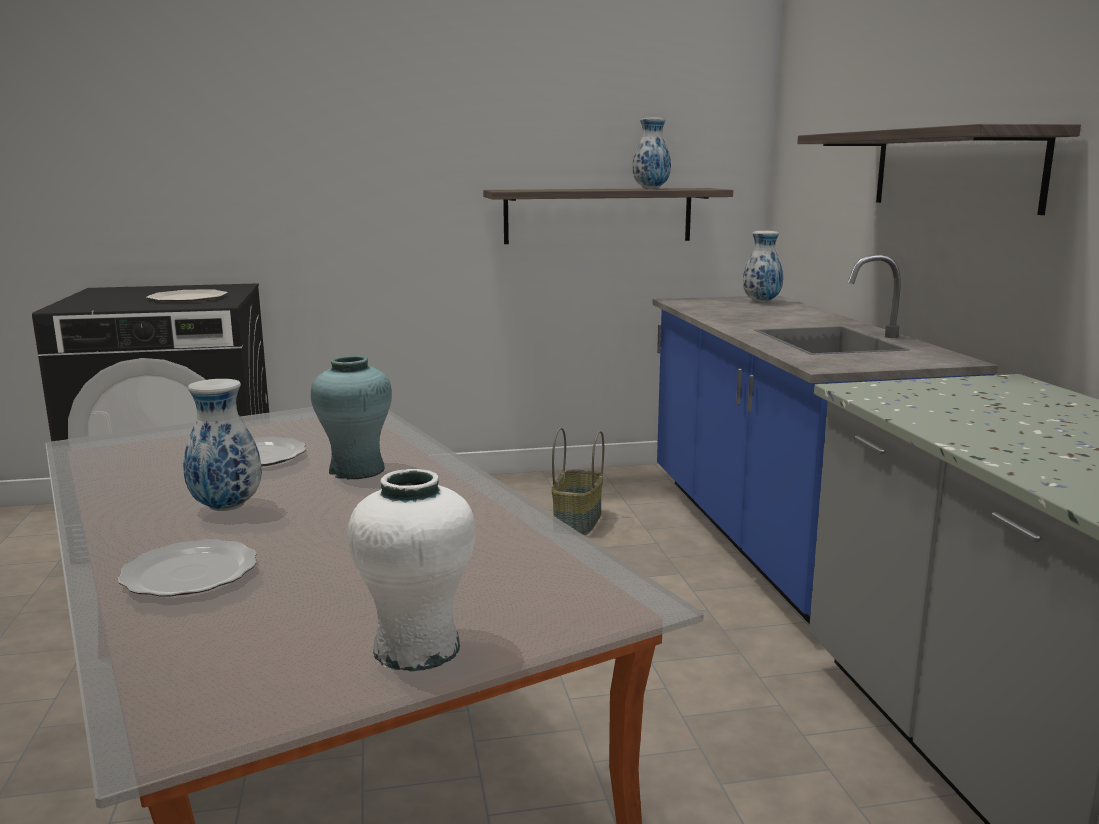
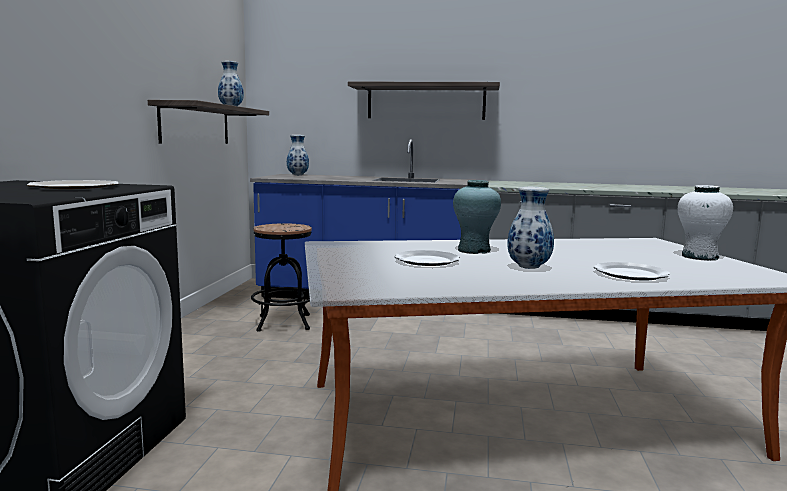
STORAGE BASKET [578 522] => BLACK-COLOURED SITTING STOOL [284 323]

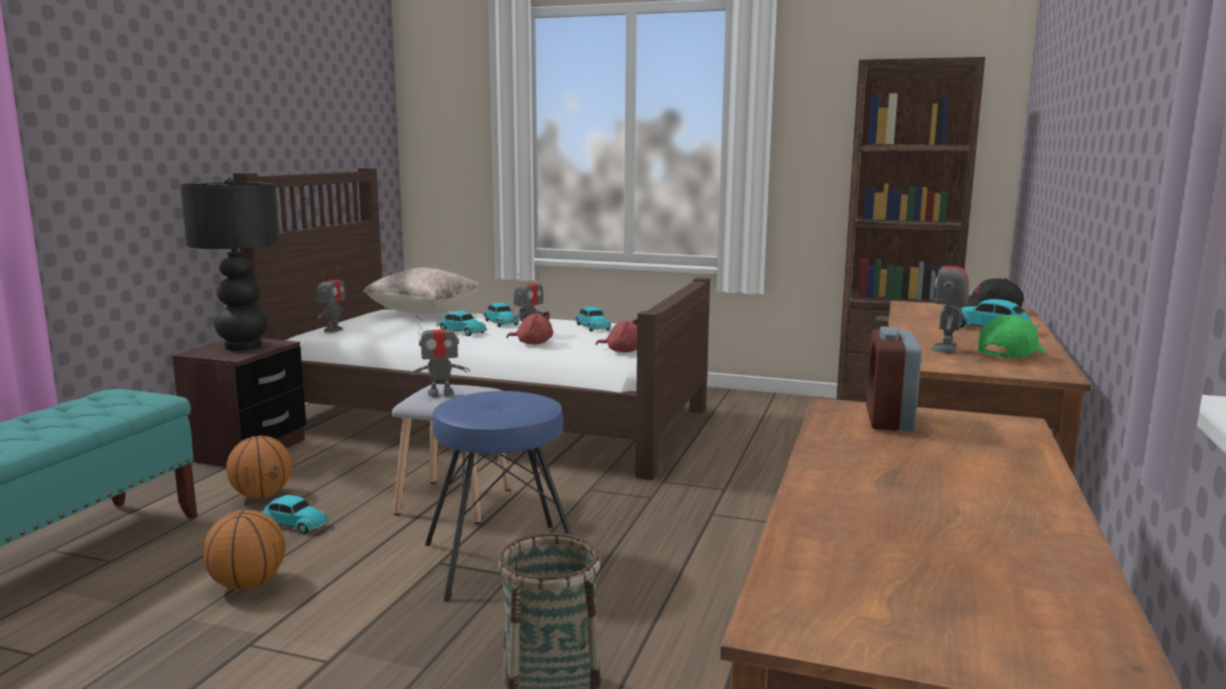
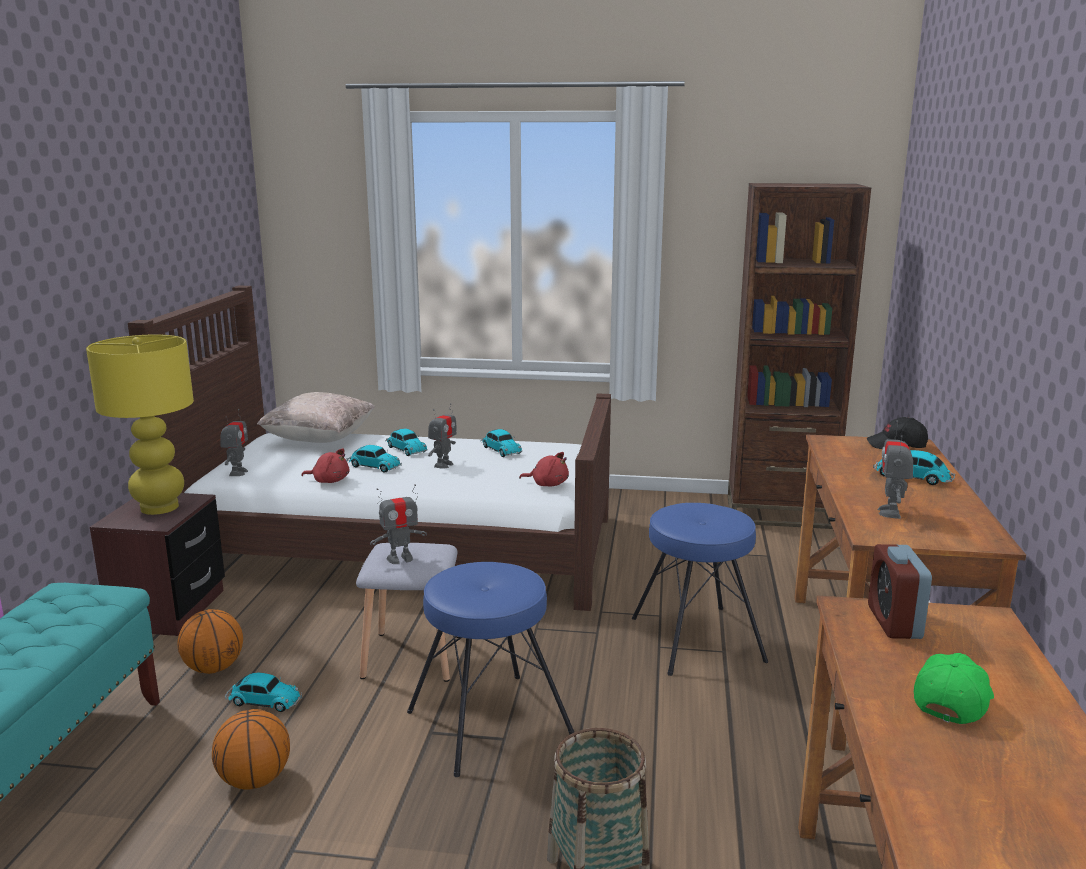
BLACK-COLOURED LAMP FOR A TABLE [243 346] => YELLOWISH LAMP FOR A TABLE [159 507]
REDDISH CUDDLY TOY [533 343] => REDDISH CUDDLY TOY [329 481], shifted
GREEN PEAKED CAP [1010 354] => GREEN PEAKED CAP [952 699], shifted
nothing => BLUE-COLOURED SITTING STOOL [695 639]

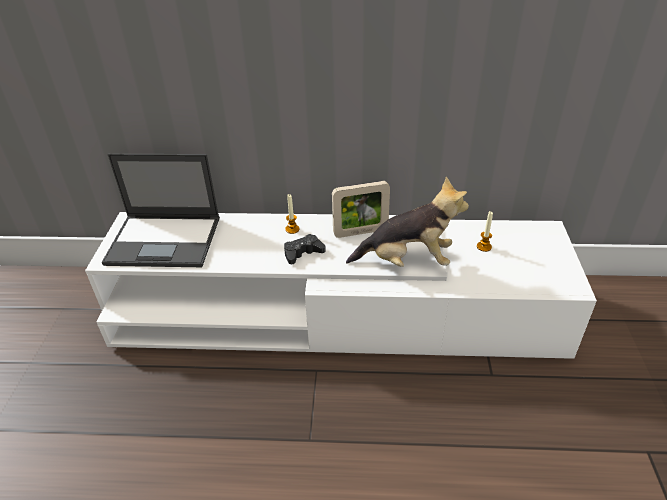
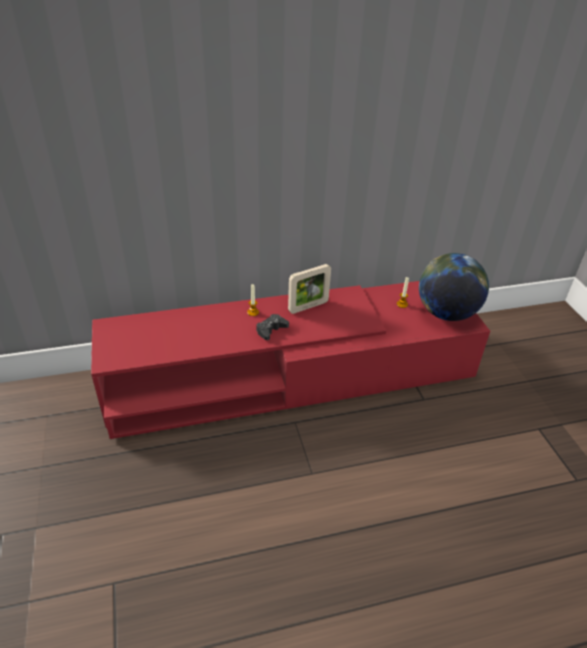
WHITE-COLOURED MEDIA CONSOLE [335 313] => REDDISH MEDIA CONSOLE [291 376]
LAPTOP [166 241] => nothing
CUDDLY TOY [407 261] => nothing
nothing => WORLD GLOBE [446 313]

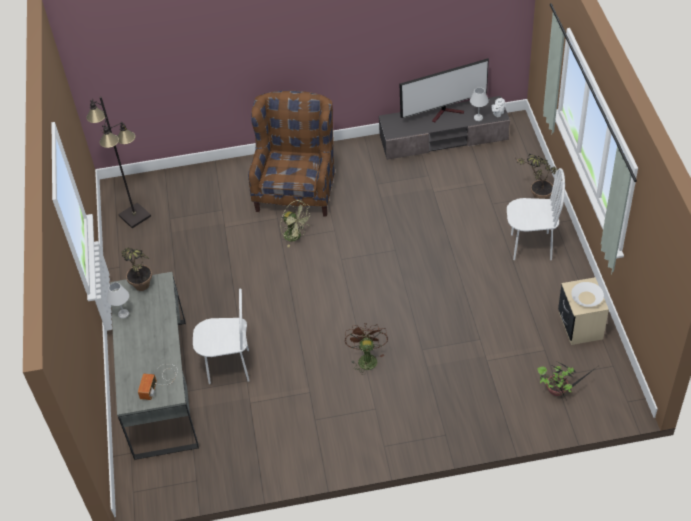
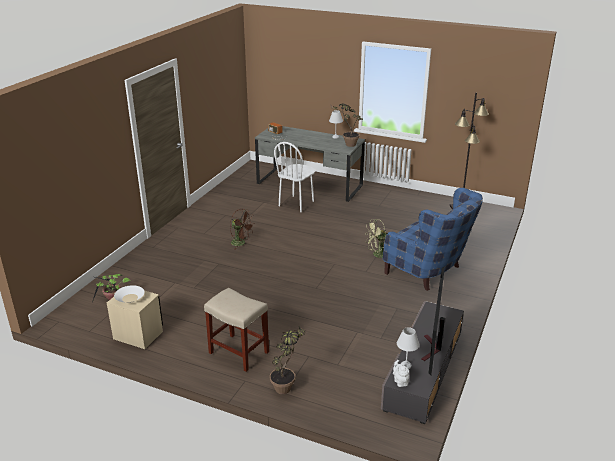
BROWN-COLOURED ARMCHAIR [297 188] => BLUE-COLOURED ARMCHAIR [429 272]
WHITE-COLOURED PLAIN CHAIR [531 246] => BEIGE-COLOURED SITTING STOOL [238 352]

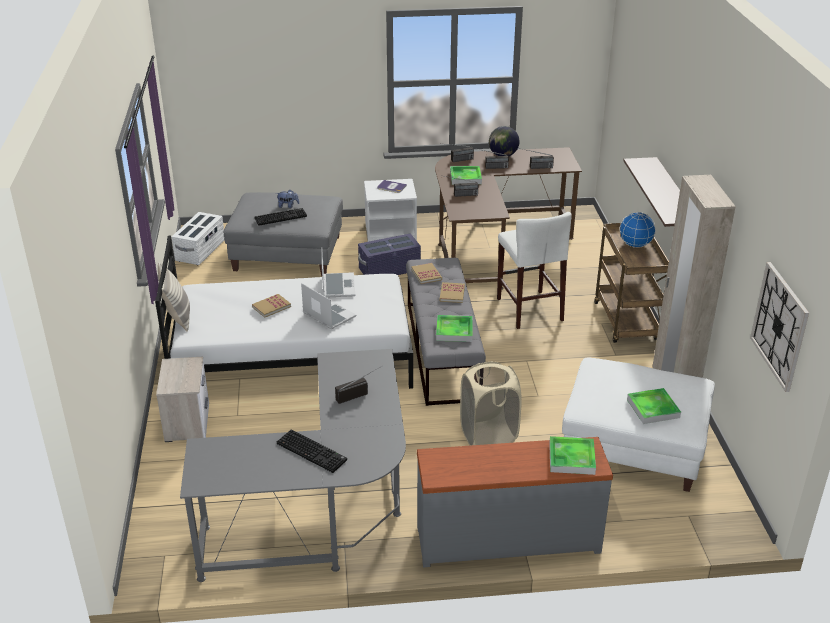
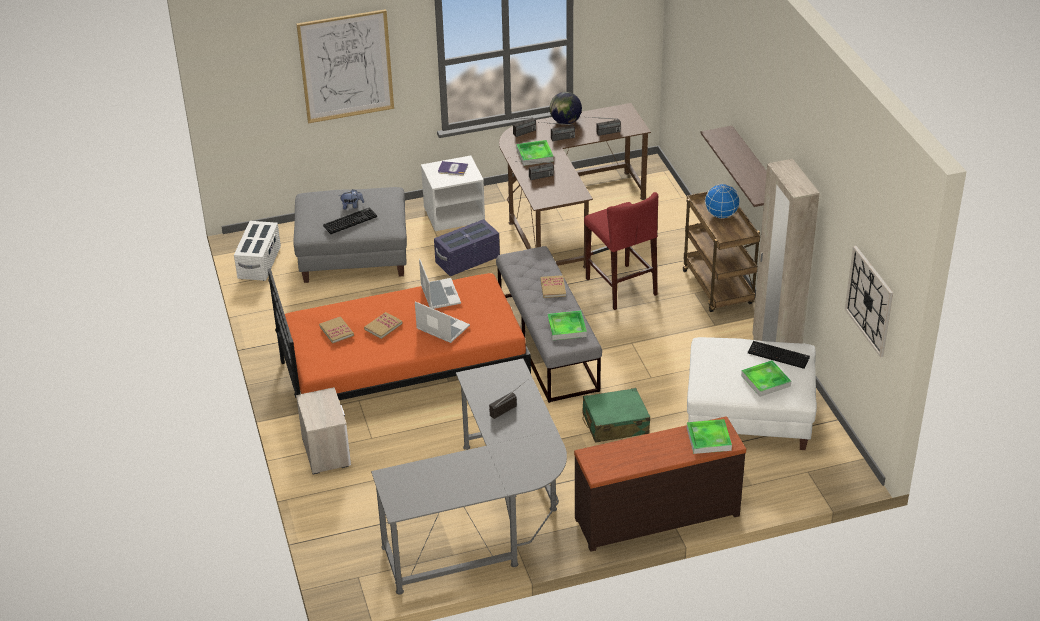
WHITE-COLOURED SLEEPING BED [293 359] => ORANGE-COLOURED SLEEPING BED [403 372]
THROW PILLOW [178 318] => nothing
PC KEYBOARD [313 451] => PC KEYBOARD [779 355], shifted
VOLUME [426 275] => VOLUME [336 331], shifted
GRAY DRAWER CHEST [507 538] => BROWN-COLOURED DRAWER CHEST [656 515]
BEIGE-COLOURED LAUNDRY BASKET [488 436] => GREEN TRAVEL CASE [615 424]
WHITE-COLOURED SITTING STOOL [529 309] => REDDISH SITTING STOOL [621 286]
nothing => WALL PICTURE [346 66]

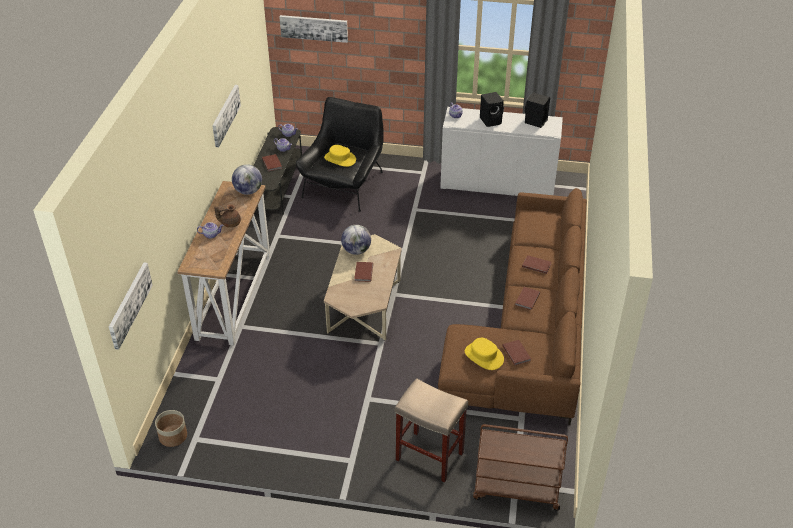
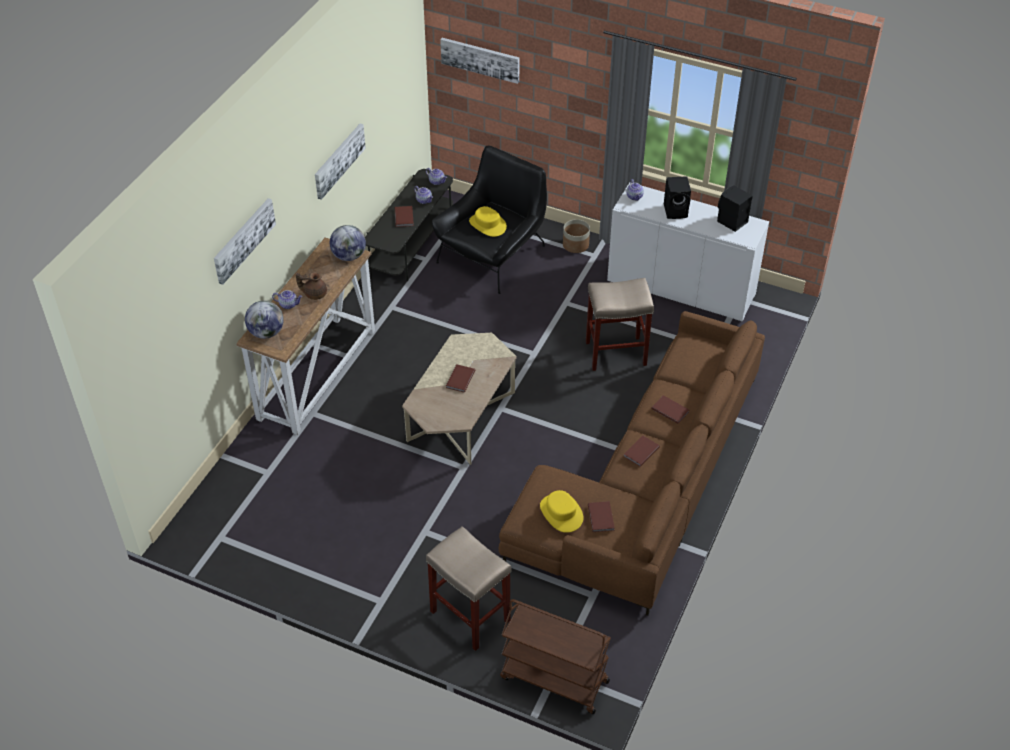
WALL PICTURE [129 304] => WALL PICTURE [243 240], shifted
PLANT POT [173 436] => PLANT POT [575 245], shifted
WORLD GLOBE [356 250] => WORLD GLOBE [266 333], shifted
nothing => BEIGE-COLOURED SITTING STOOL [615 354]

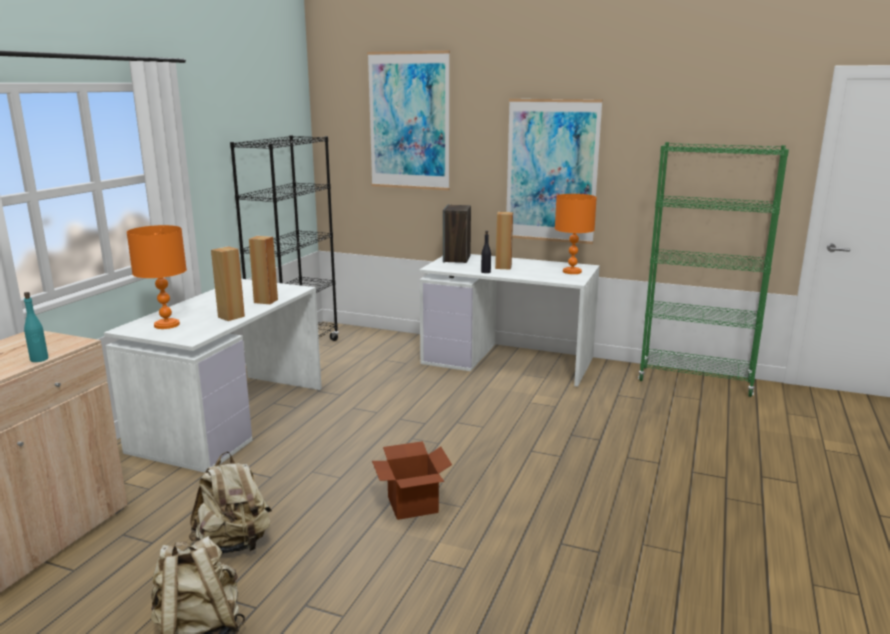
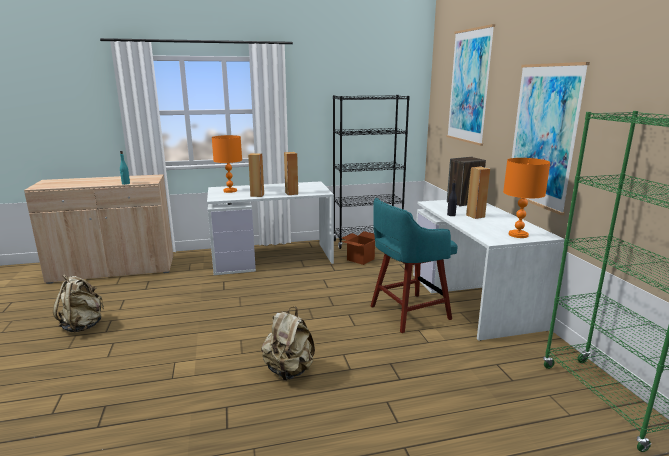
BEIGE-COLOURED BACKPACK [234 544] => BEIGE-COLOURED BACKPACK [289 371], shifted
CARTON [413 505] => CARTON [360 259], shifted
nothing => BLUE-GREEN SITTING STOOL [407 313]

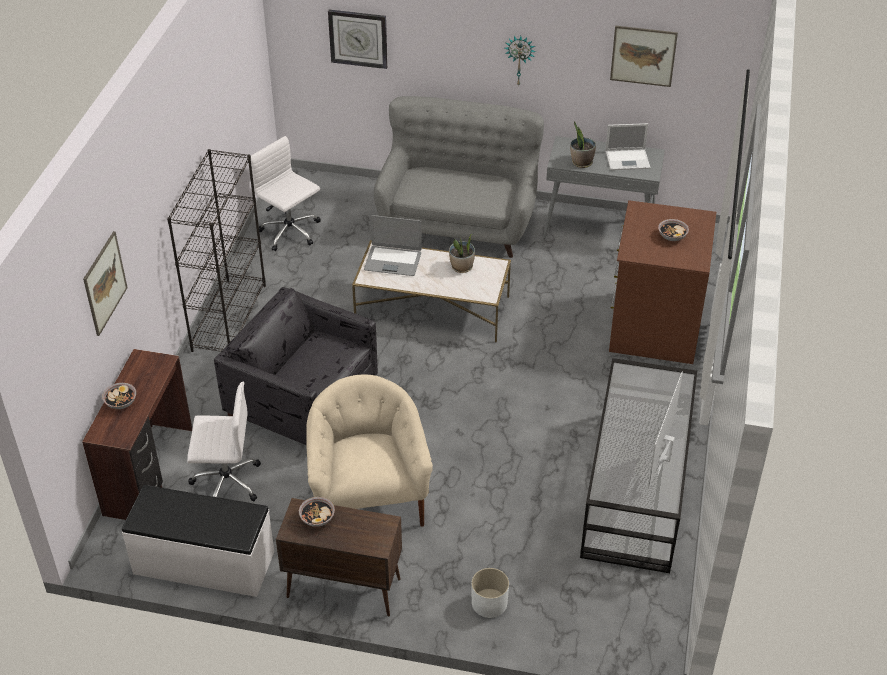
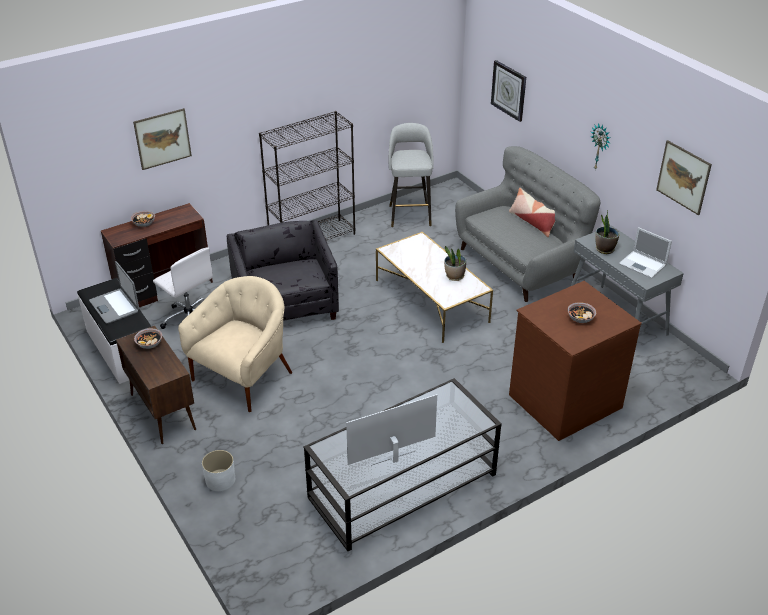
WHITE-COLOURED COMPUTER CHAIR [290 232] => GRAY SITTING STOOL [410 214]
LAPTOP [393 261] => LAPTOP [115 306], shifted
nothing => THROW PILLOW [532 222]

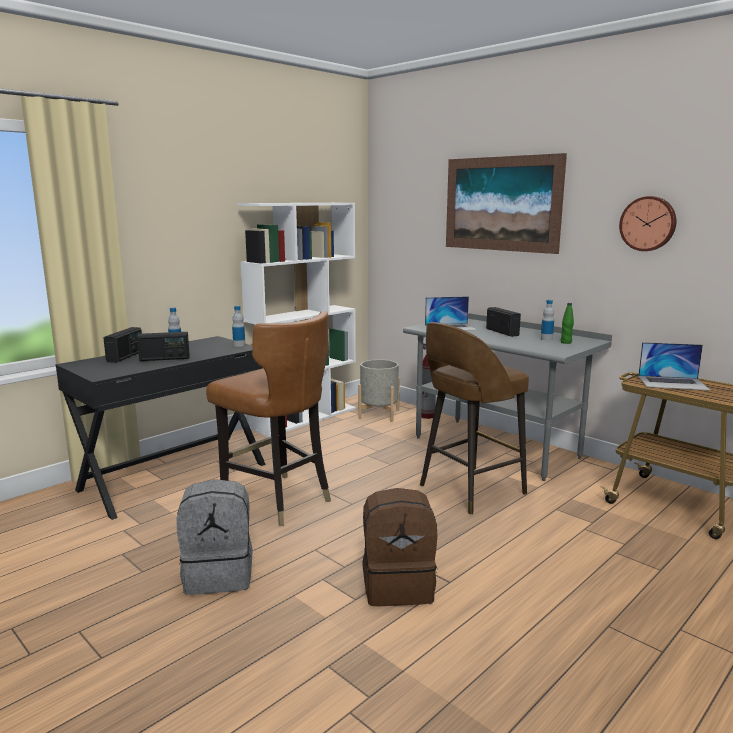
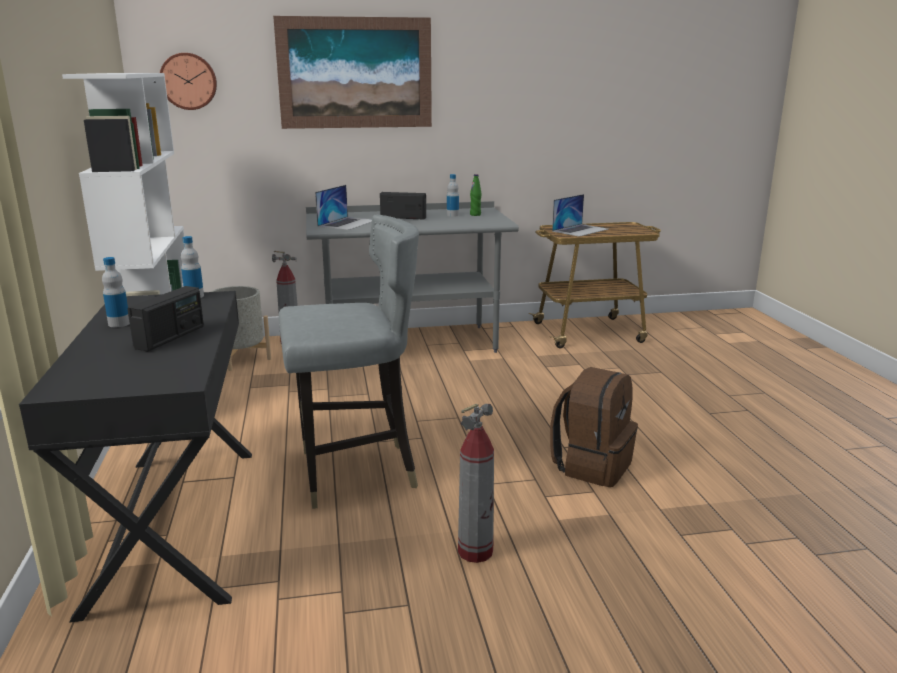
RADIO RECEIVER [125 356] => nothing
GRAY BACKPACK [219 575] => FIRE-FIGHTING CYLINDER [475 551]
BROWN-COLOURED PLAIN CHAIR [277 500] => GRAY PLAIN CHAIR [355 473]
BROWN-COLOURED SITTING STOOL [469 490] => nothing
HANGING CLOCK [648 223] => HANGING CLOCK [188 81], shifted

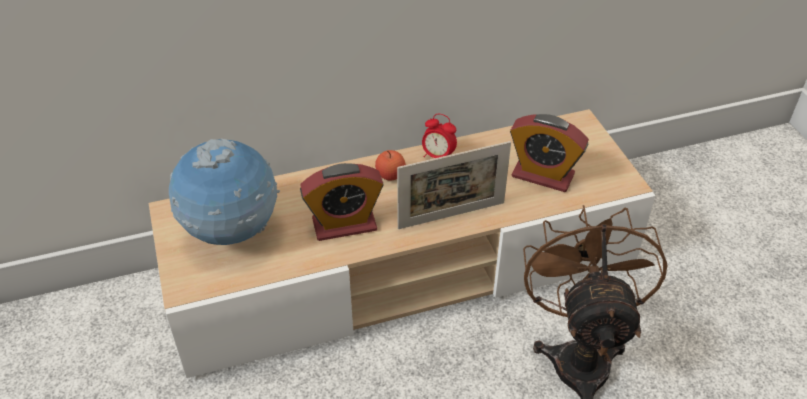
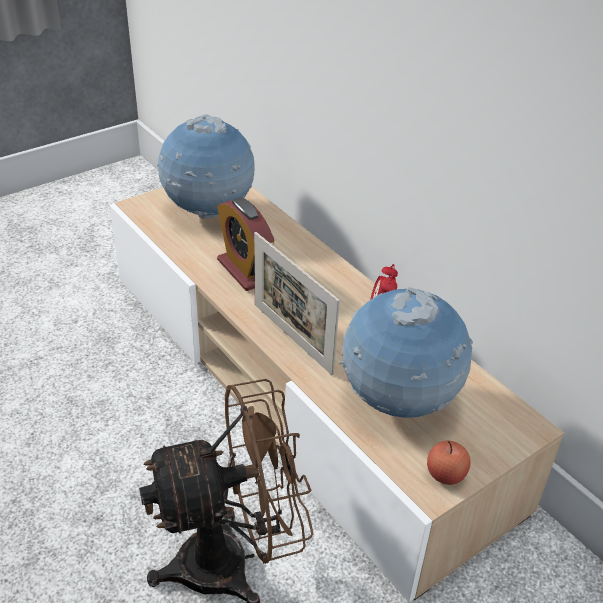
WHOLE APPLE [390 175] => WHOLE APPLE [445 474], shifted
TABLE CLOCK [542 175] => WORLD GLOBE [398 402]

